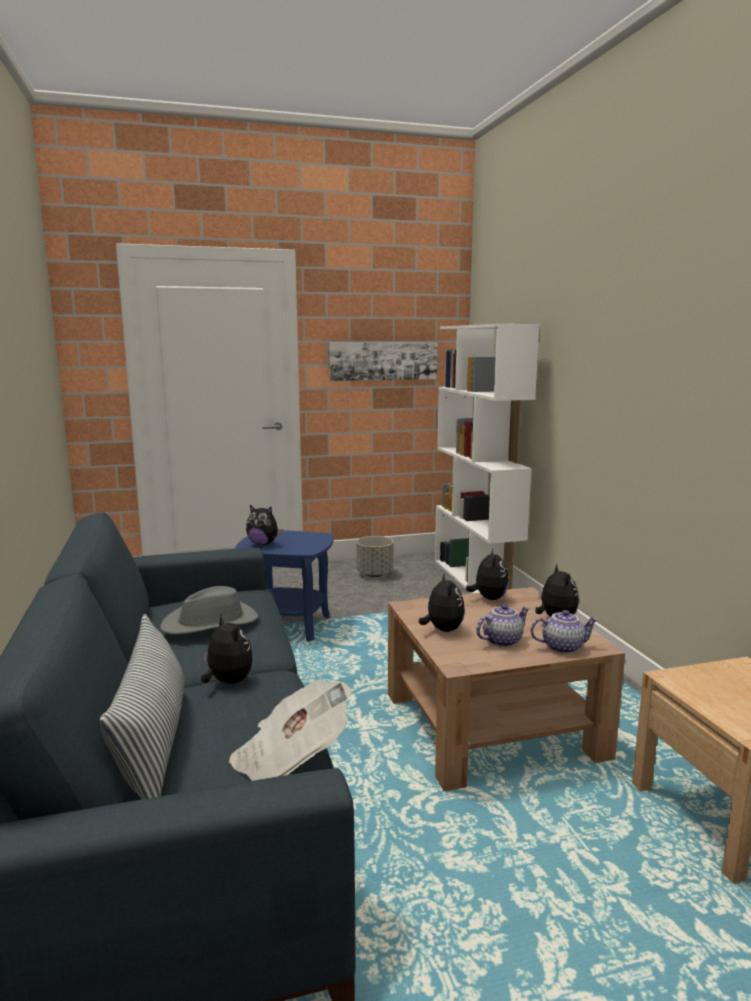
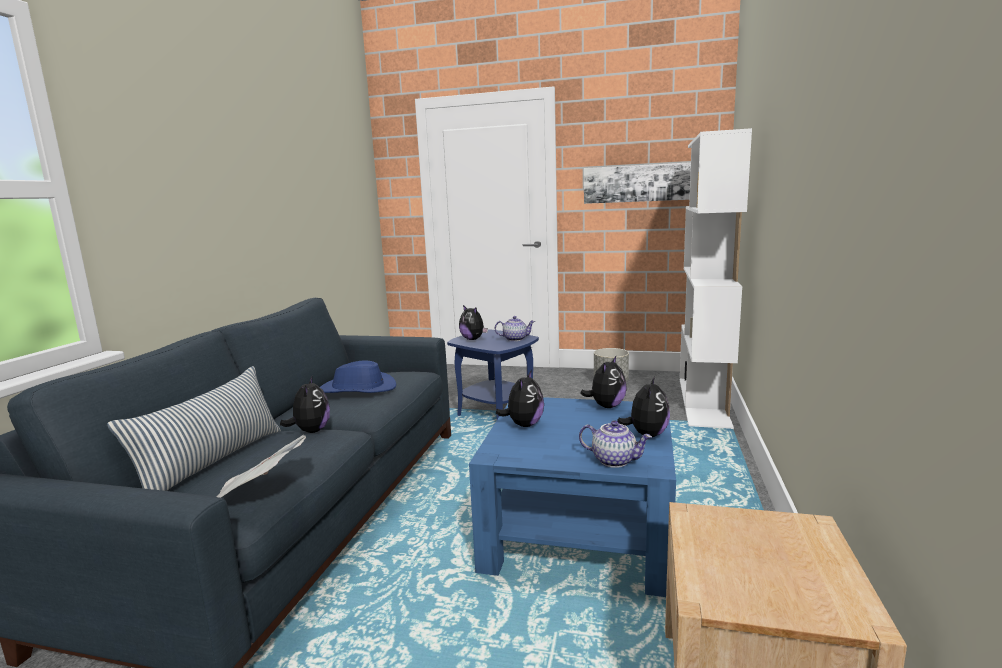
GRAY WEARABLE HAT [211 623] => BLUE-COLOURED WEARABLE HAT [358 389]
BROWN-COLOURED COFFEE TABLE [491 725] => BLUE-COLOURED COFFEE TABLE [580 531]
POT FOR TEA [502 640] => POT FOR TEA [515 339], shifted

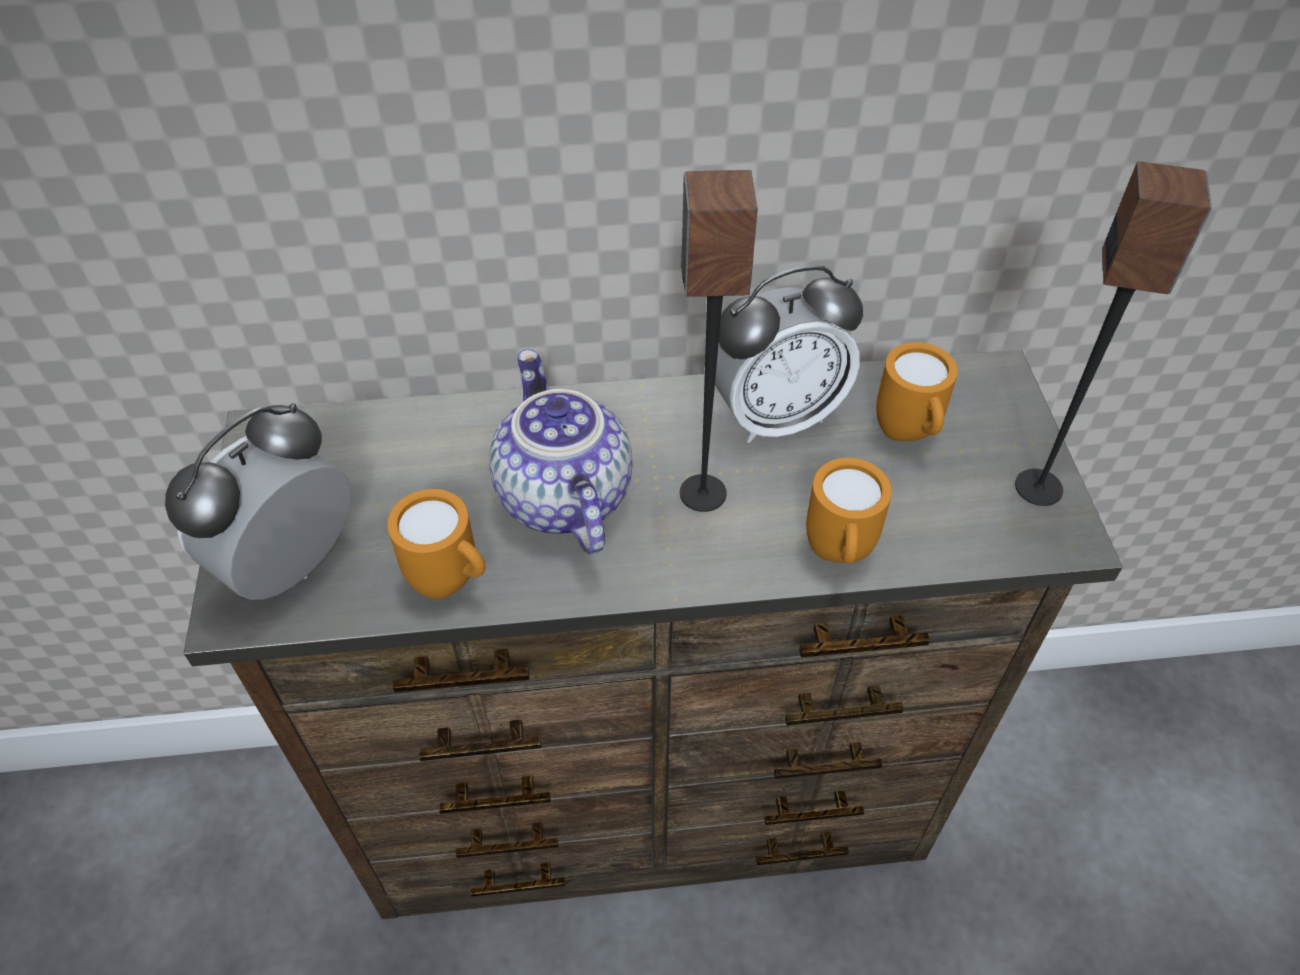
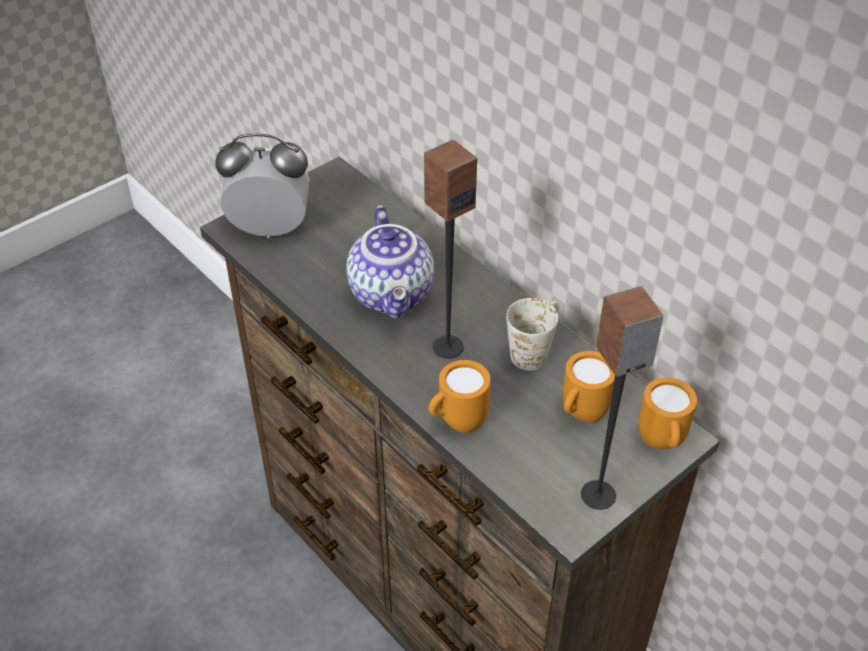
ORANGE-COLOURED TEA MUG [452 583] => ORANGE-COLOURED TEA MUG [662 444], shifted
POT FOR TEA [560 497] => POT FOR TEA [393 294], 135 degrees clockwise
TABLE CLOCK [775 416] => WHITE-COLOURED TEA MUG [535 350]

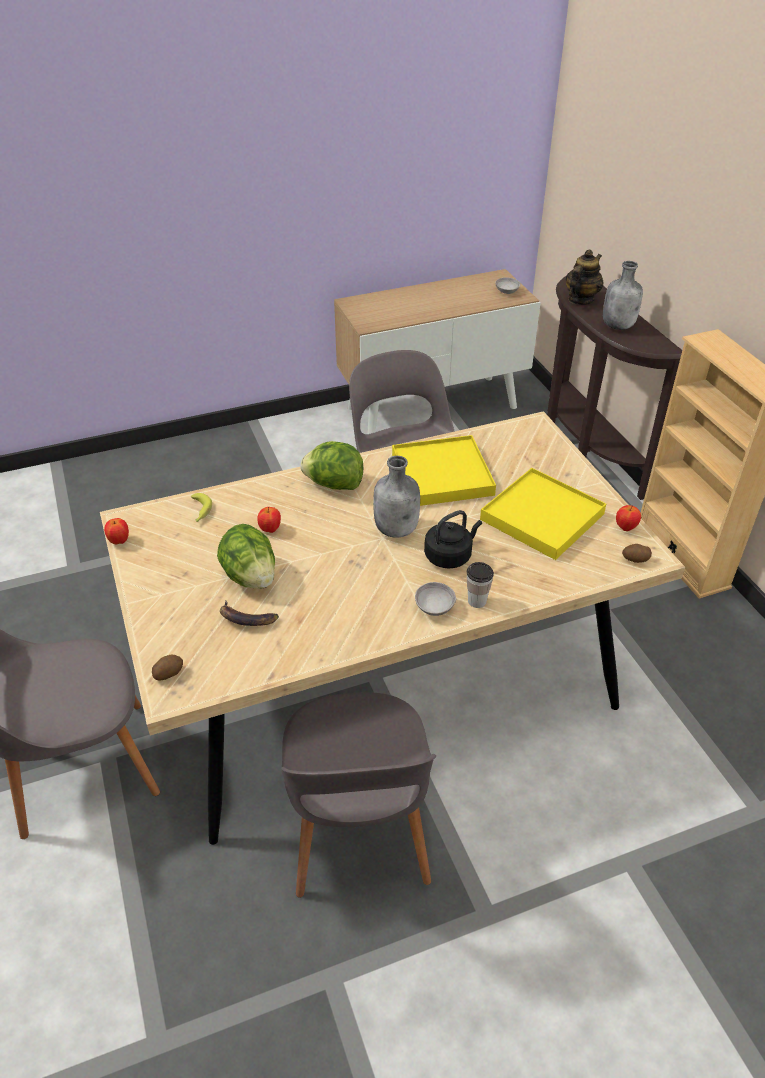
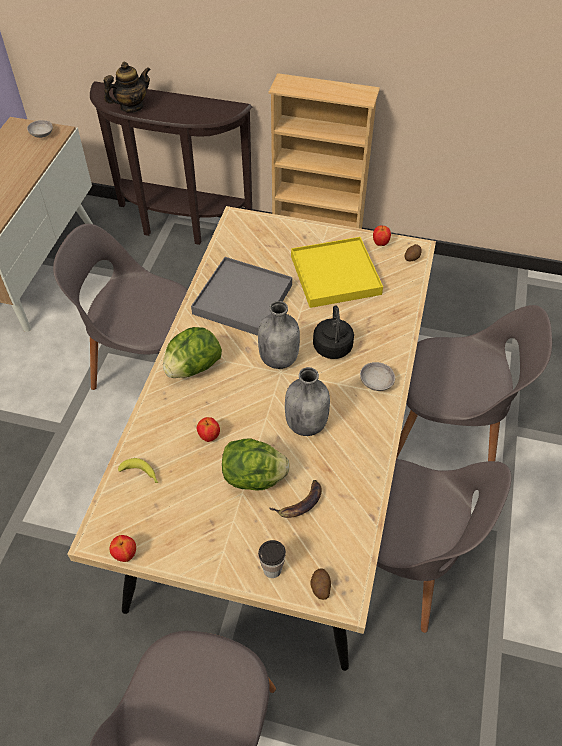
YELLOWISH SERVING TRAY [442 474] => GRAY SERVING TRAY [242 299]
DRINKING CUP [477 601] => DRINKING CUP [272 569], shifted
POT FOR TEA [580 300] => POT FOR TEA [131 107], 75 degrees clockwise
GRAY BEVERAGE BOTTLE [618 326] => GRAY BEVERAGE BOTTLE [306 423], shifted
nothing => GRAY PLAIN CHAIR [446 432]

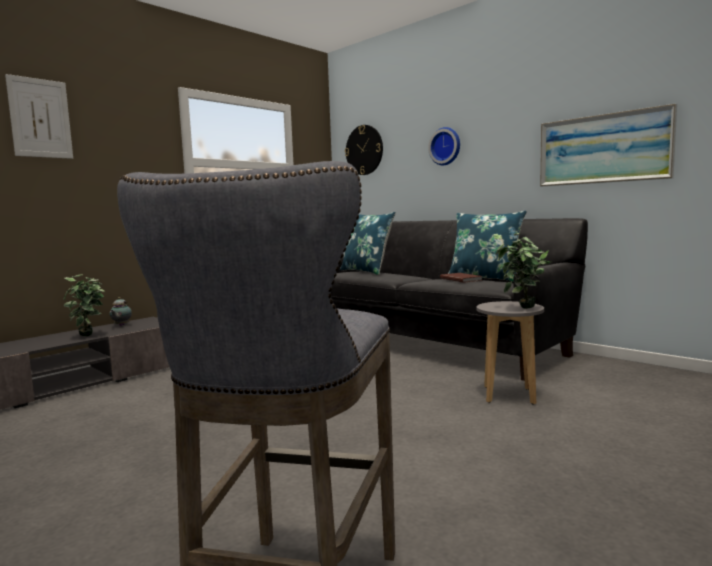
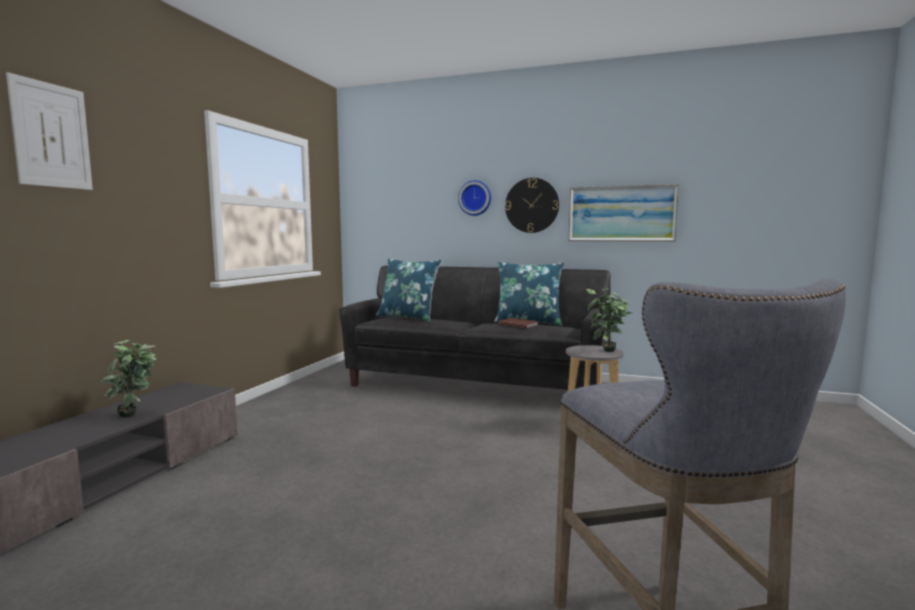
POT FOR TEA [121 325] => nothing
HANGING CLOCK [364 150] => HANGING CLOCK [532 205], shifted

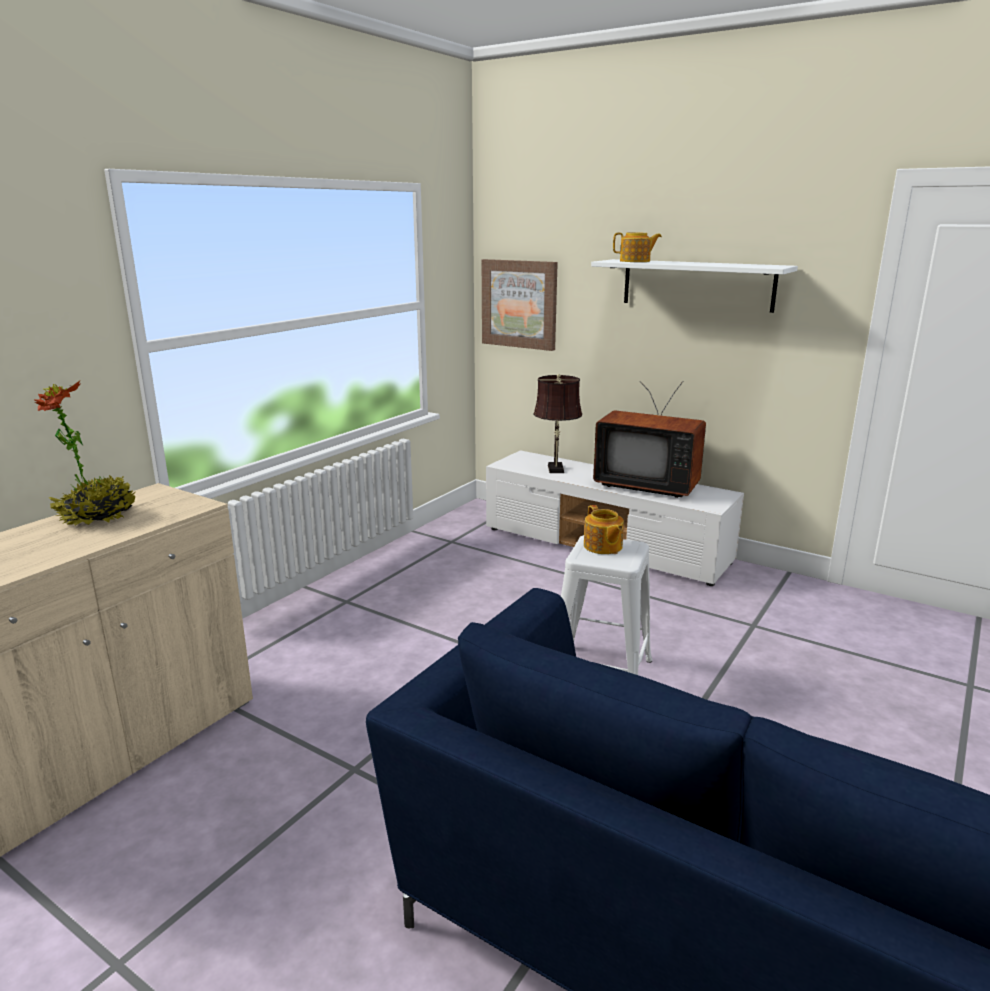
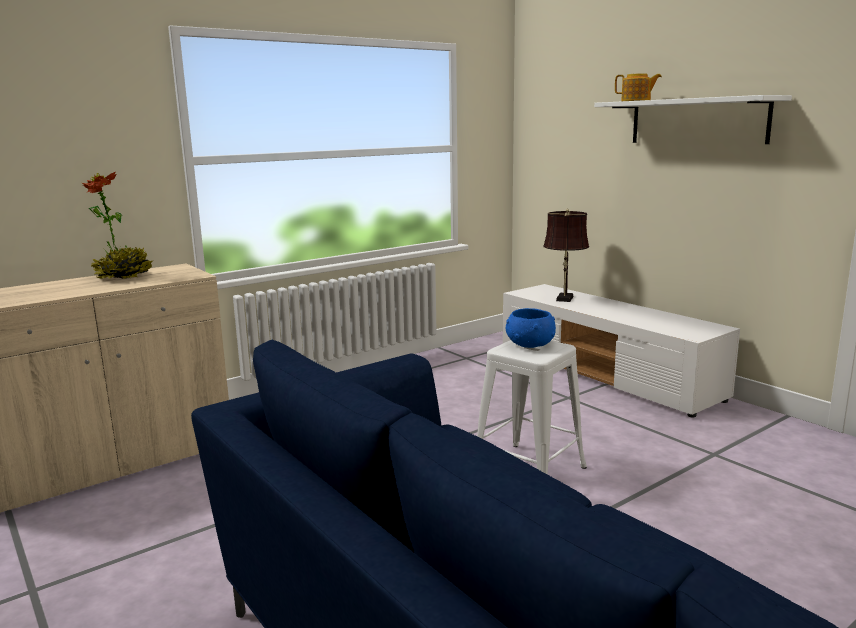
WALL PICTURE [519 304] => nothing
POT FOR TEA [602 546] => BLUE-COLOURED SERVING BOWL [529 344]
TELEVISION [647 484] => nothing

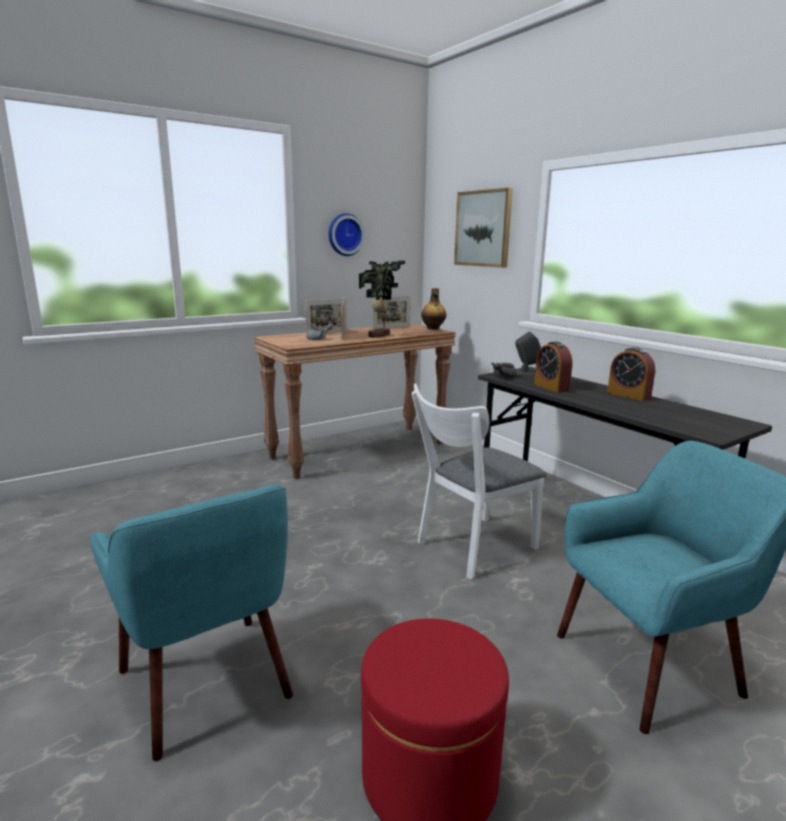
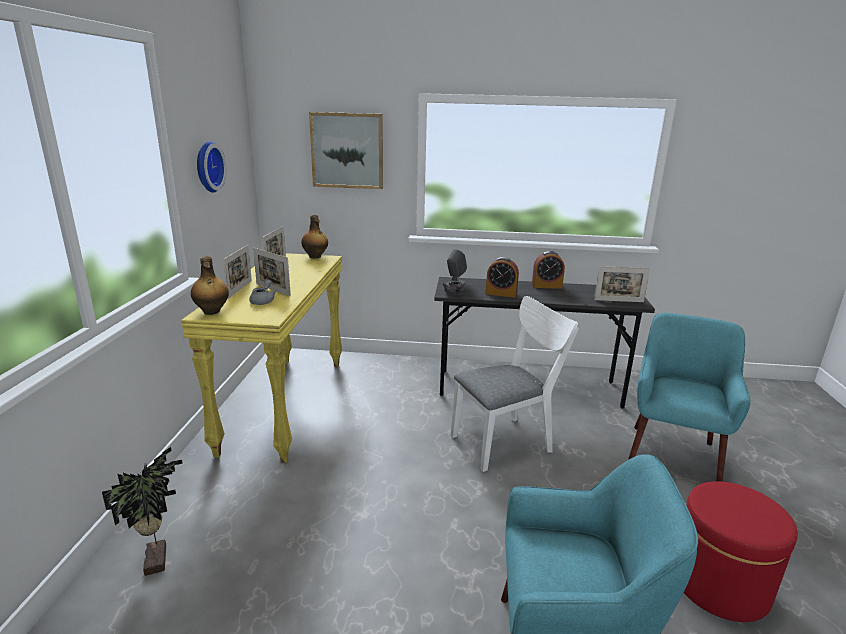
BROWN-COLOURED NARROW TABLE [359 450] => YELLOWISH NARROW TABLE [284 403]
HOUSEPLANT [381 336] => HOUSEPLANT [158 559], shifted
WHITE-COLOURED PLAIN CHAIR [470 548] => WHITE-COLOURED PLAIN CHAIR [507 441], 120 degrees counterclockwise
nothing => BEVERAGE BOTTLE [211 312]
nothing => PICTURE FRAME [618 301]

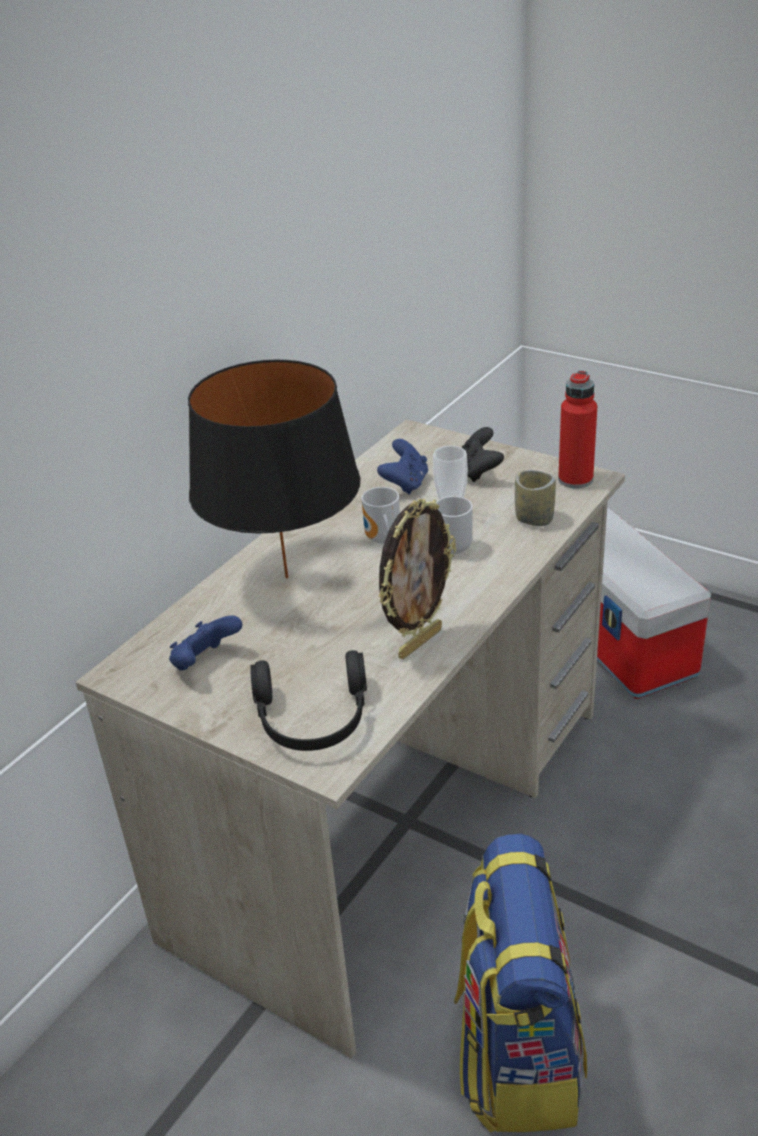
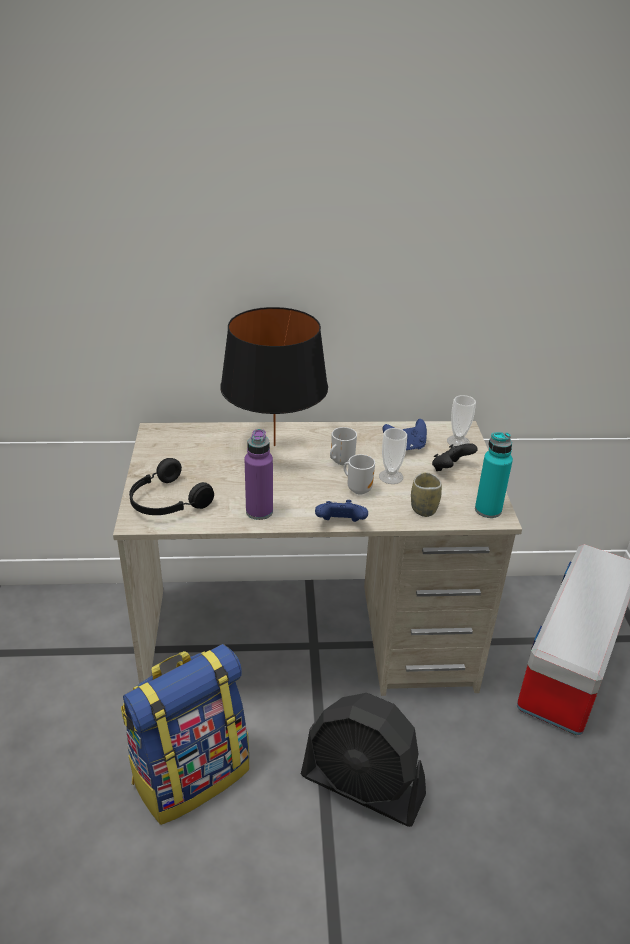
BLUE-COLOURED GAMEPAD [205 662] => BLUE-COLOURED GAMEPAD [340 524], shifted
PICTURE FRAME [419 642] => PURPLE-COLOURED BEVERAGE BOTTLE [259 511]
REDDISH BEVERAGE BOTTLE [575 480] => BLUE-GREEN BEVERAGE BOTTLE [488 510]
nothing => BLACK-COLOURED FAN [362 786]
nothing => DRINKING CUP [458 441]

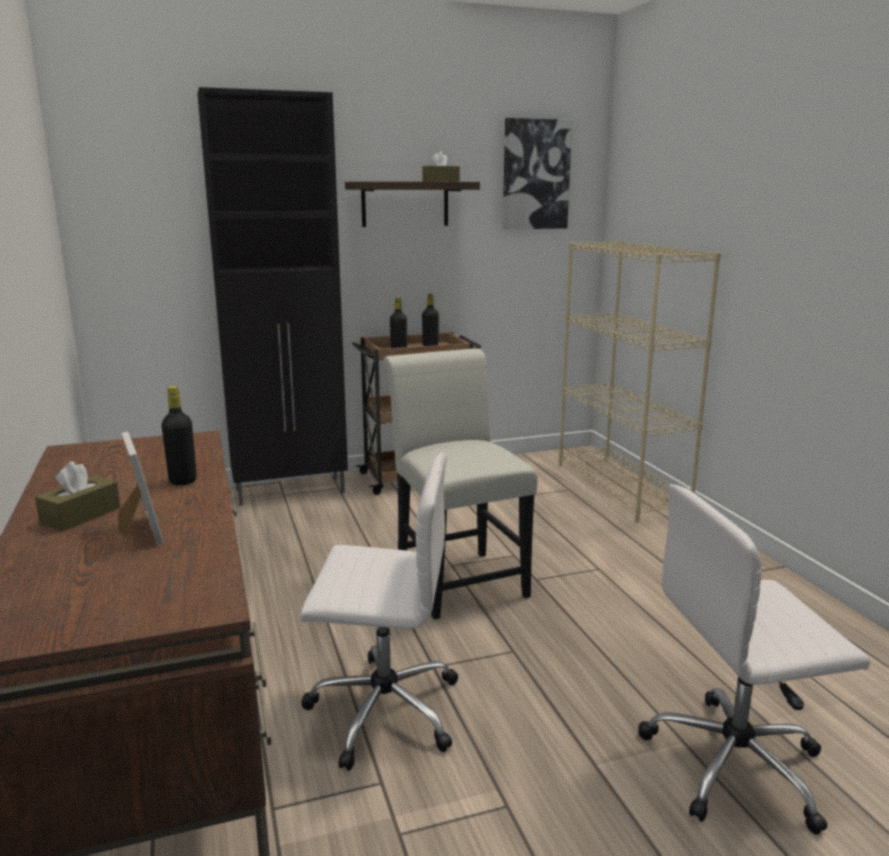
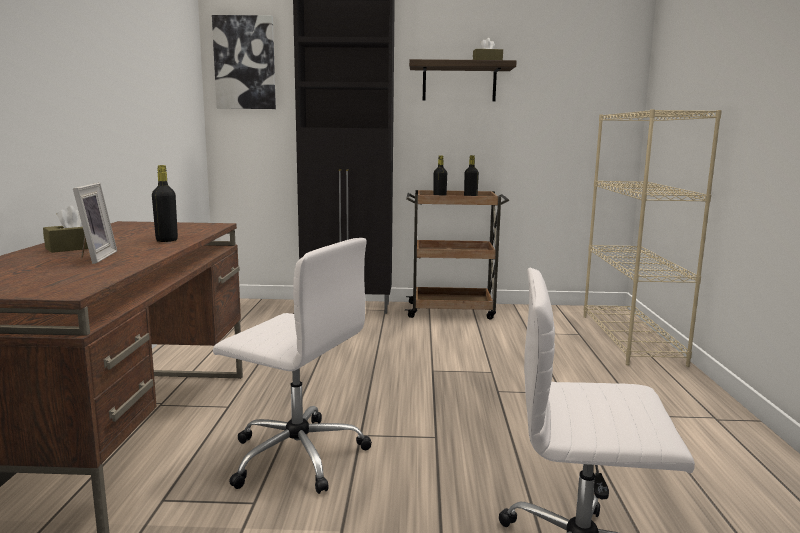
WHITE-COLOURED PLAIN CHAIR [456 578] => nothing
WALL PICTURE [535 175] => WALL PICTURE [245 63], shifted

